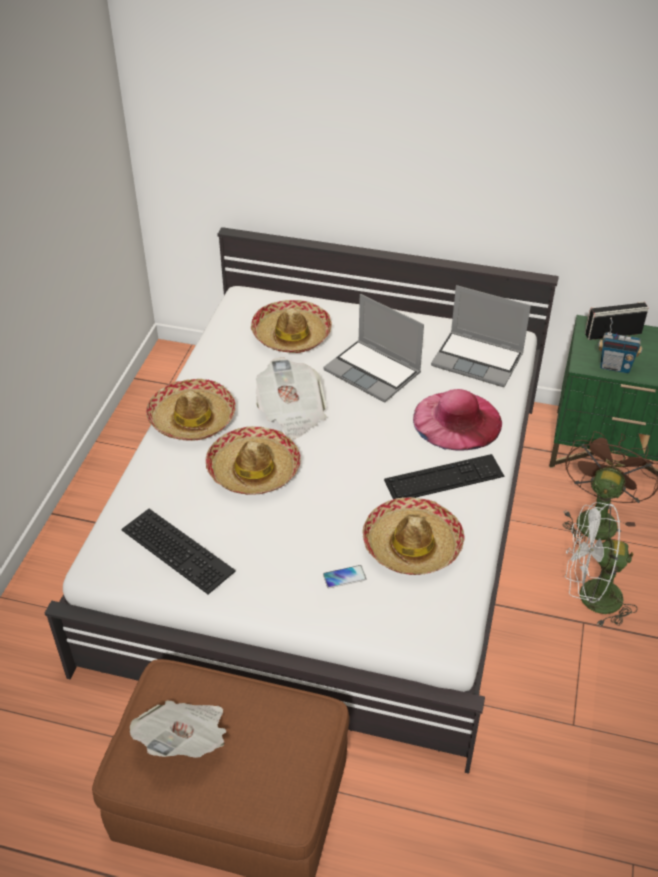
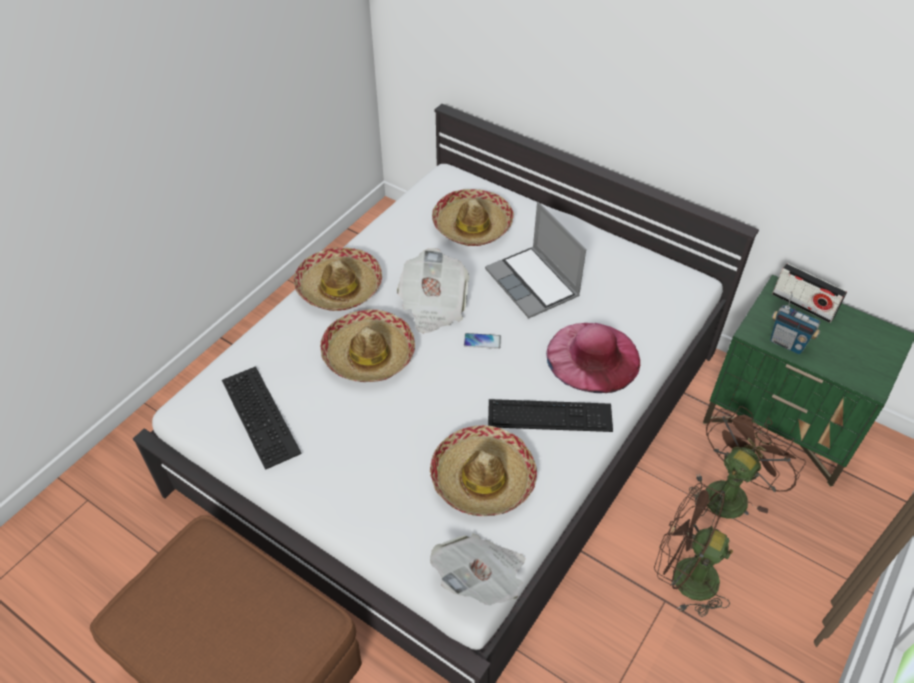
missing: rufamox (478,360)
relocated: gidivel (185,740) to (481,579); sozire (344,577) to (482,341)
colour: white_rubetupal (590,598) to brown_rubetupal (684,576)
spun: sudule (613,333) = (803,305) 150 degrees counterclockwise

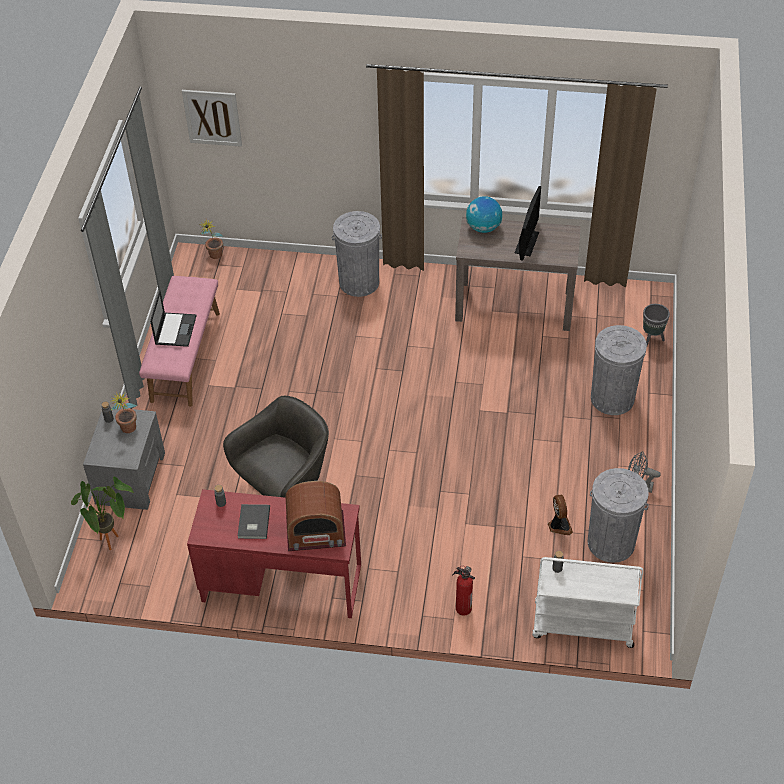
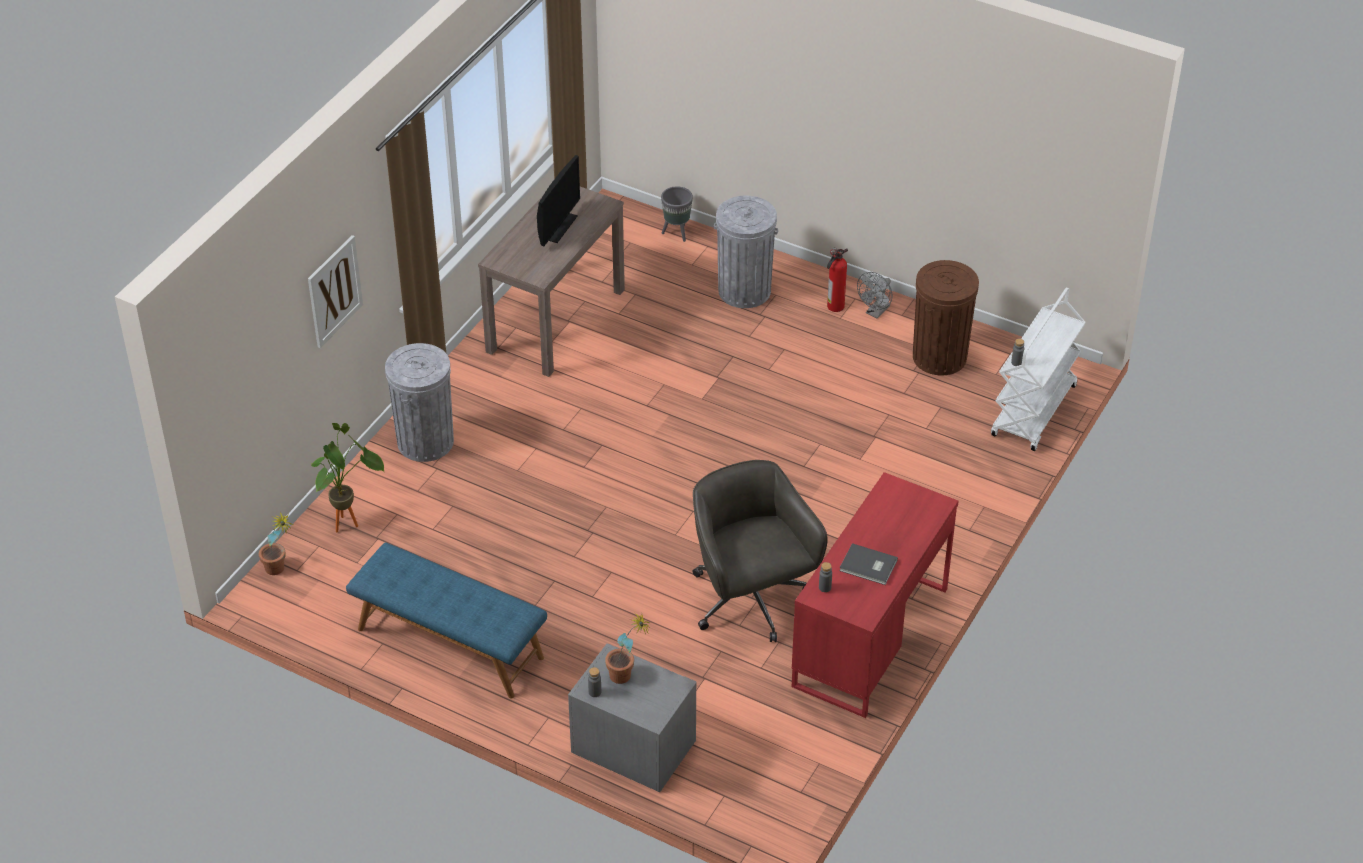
missing: rufamox (175,329); sudule (316,531); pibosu (483,228); rubetupal (559,526)
relocated: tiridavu (212,117) to (334,291); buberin (113,544) to (350,522); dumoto (462,608) to (834,306)
colour: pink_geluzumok (184,356) to blue_geluzumok (449,644); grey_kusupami (611,542) to brown_kusupami (939,357)
spun: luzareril (526,242) = (558,226) 75 degrees clockwise

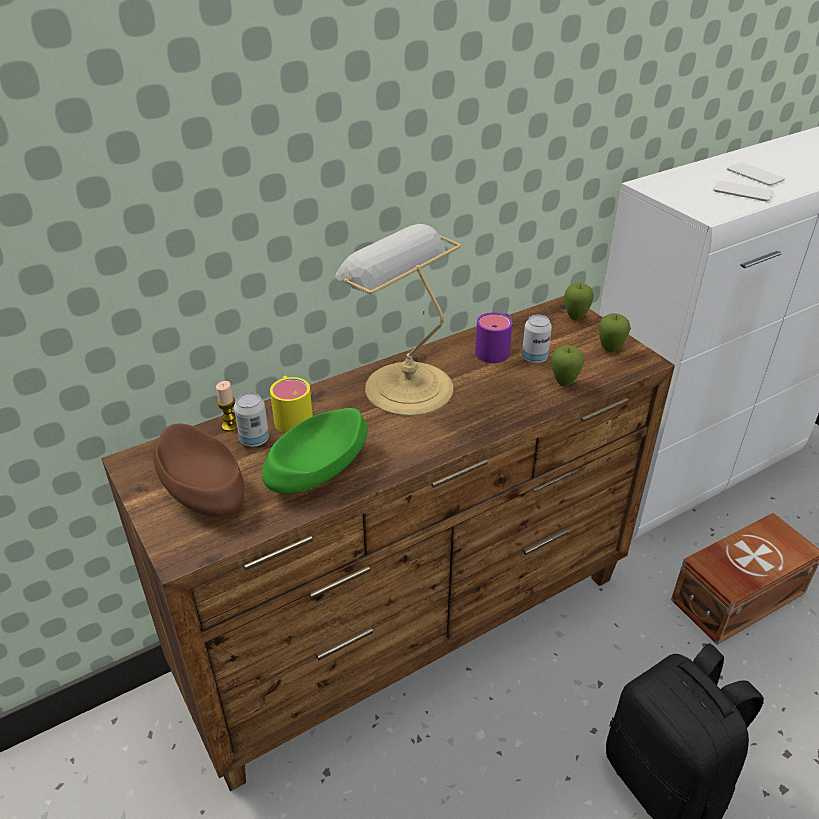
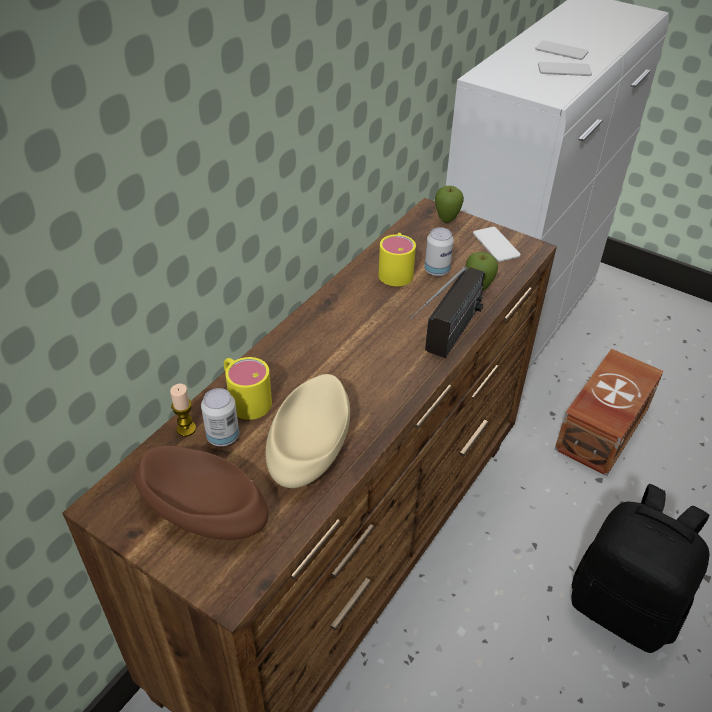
missing: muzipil (404,386)
appeared: sudule (446,343)
exchanged: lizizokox (610,350) to sozire (496,245)
colour: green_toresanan (318,468) to beige_toresanan (309,446); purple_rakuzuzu (496,349) to yellow_rakuzuzu (396,270)

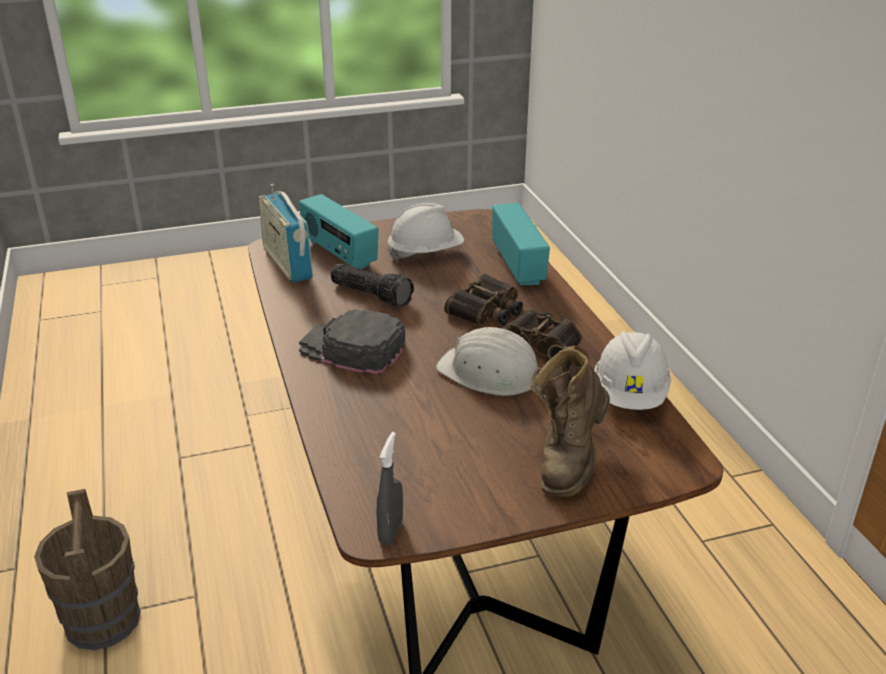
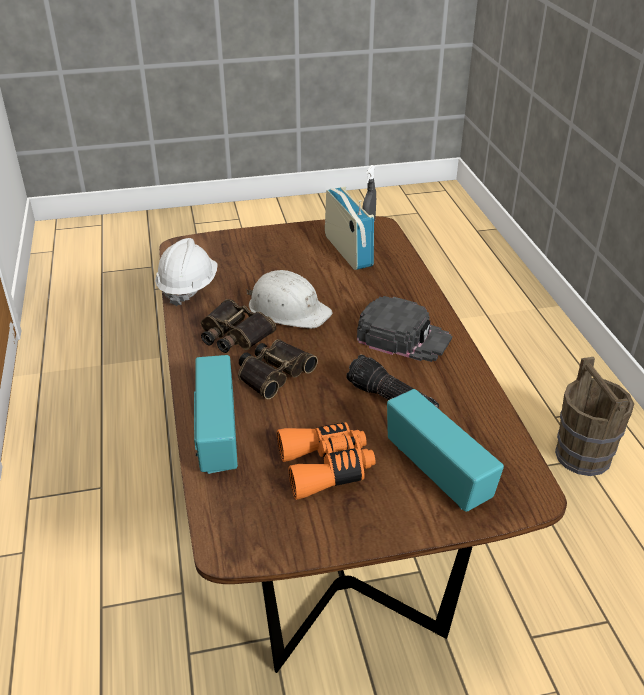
missing: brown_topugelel (569,459)
relocated: sudule (287,264) to (348,251)
exchanged: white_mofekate (425,253) to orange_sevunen (326,467)

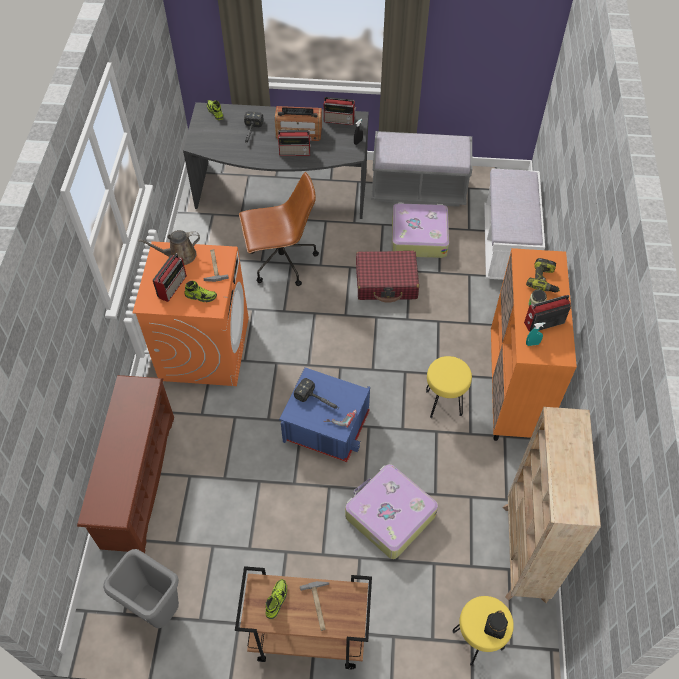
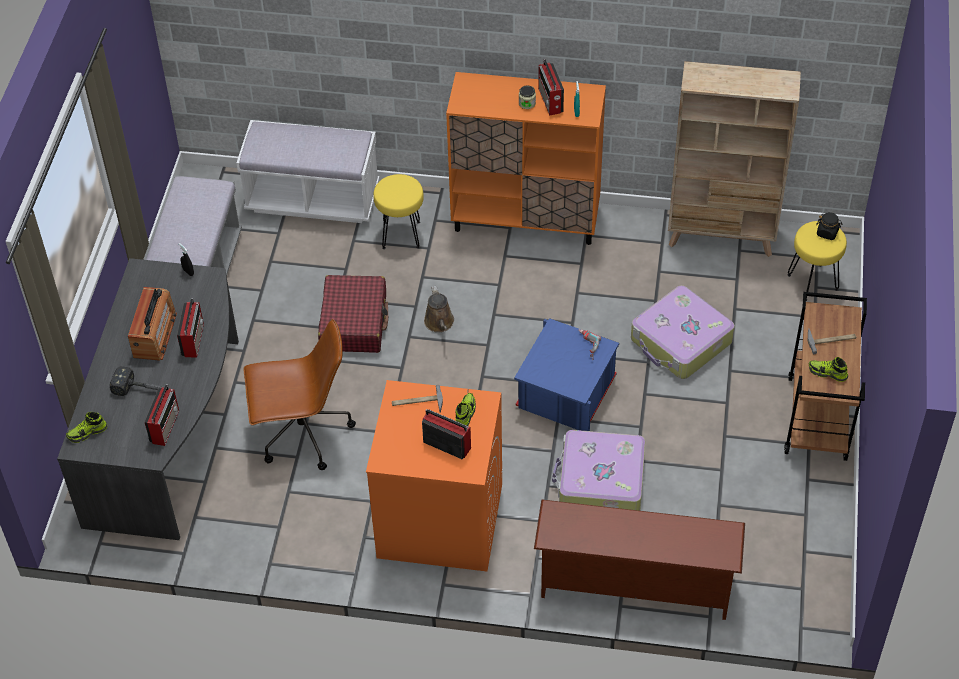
missing: grey_kusupami (157,610); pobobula (318,401); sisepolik (544,280)
relocated: sudule (340,120) to (165,426); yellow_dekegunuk (443,403) to (401,235); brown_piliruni (179,255) to (439,323); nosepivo (418,236) to (600,482)
spun: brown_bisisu (281,262) = (302,434) 90 degrees clockwise

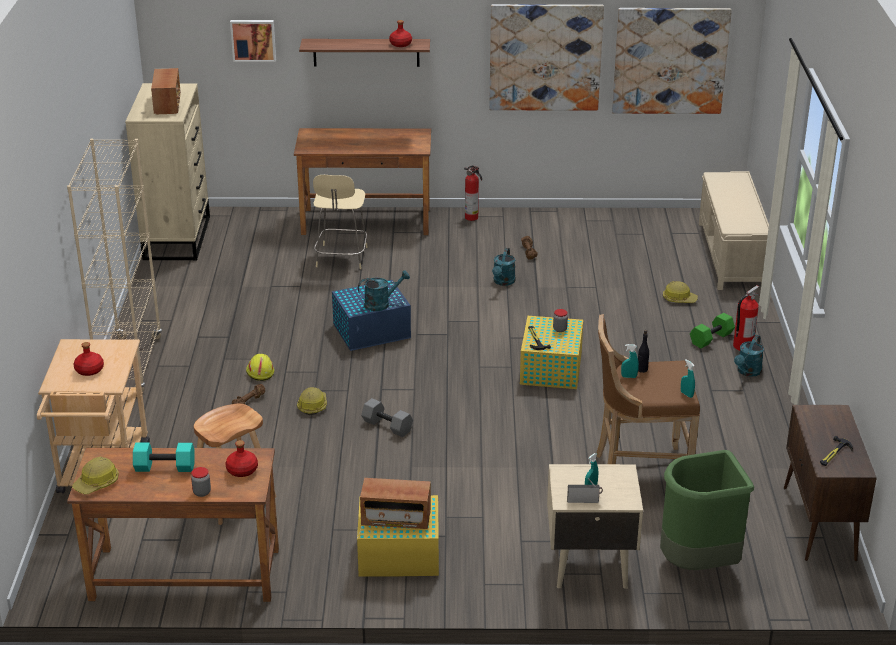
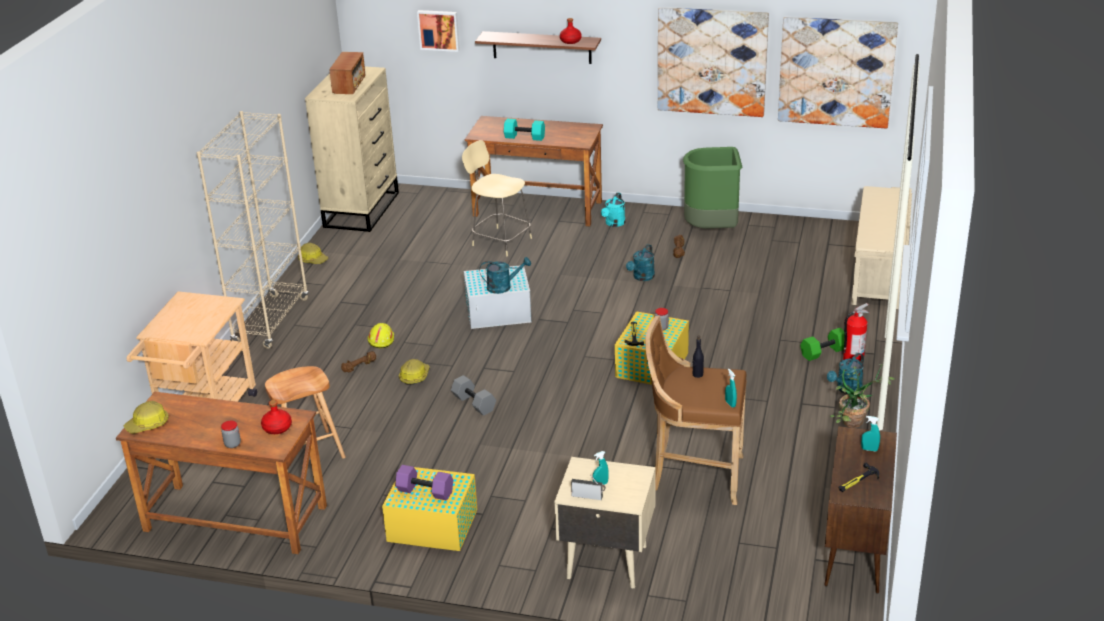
missing: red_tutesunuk (89,370); dumoto (472,218)
appeared: turquoise_piliruni (614,224); buberin (854,425)
relocated: mofekate (679,299) to (313,259); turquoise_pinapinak (164,468) to (524,137); green_kusupami (699,564) to (712,229); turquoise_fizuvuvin (629,377) to (869,449)
exchanged: sudule (396,518) to purple_pinapinak (426,491)
colour: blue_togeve (373,331) to white_togeve (499,312)
spun: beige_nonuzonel (341,258) = (500,241) 105 degrees clockwise

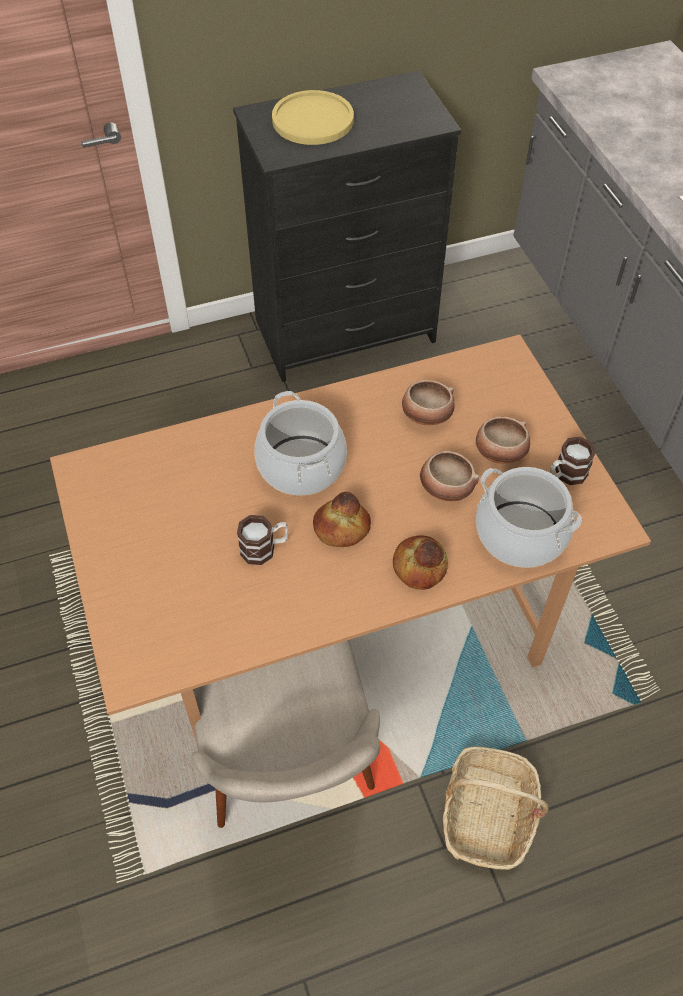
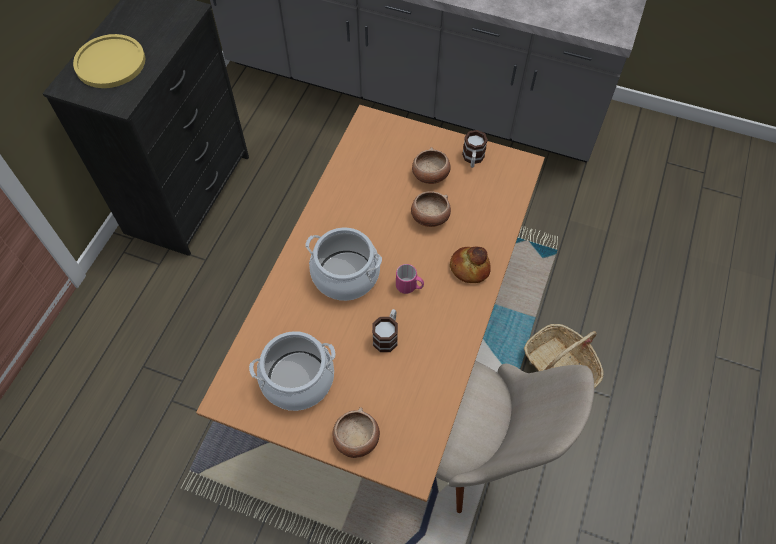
relocated: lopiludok (520,534) to (298,379); toresanan (426,415) to (356,439)
exchanged: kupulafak (341,528) to pink_rakuzuzu (409,287)

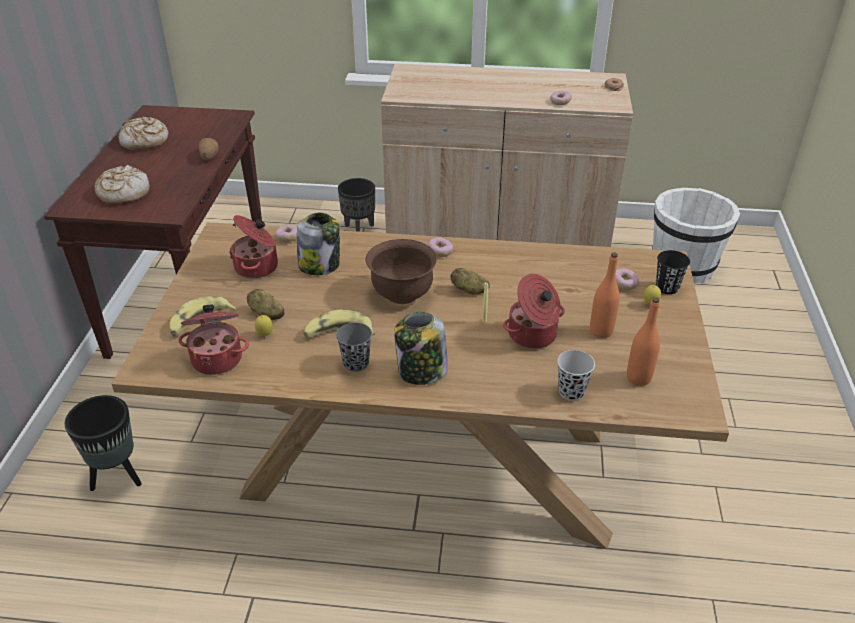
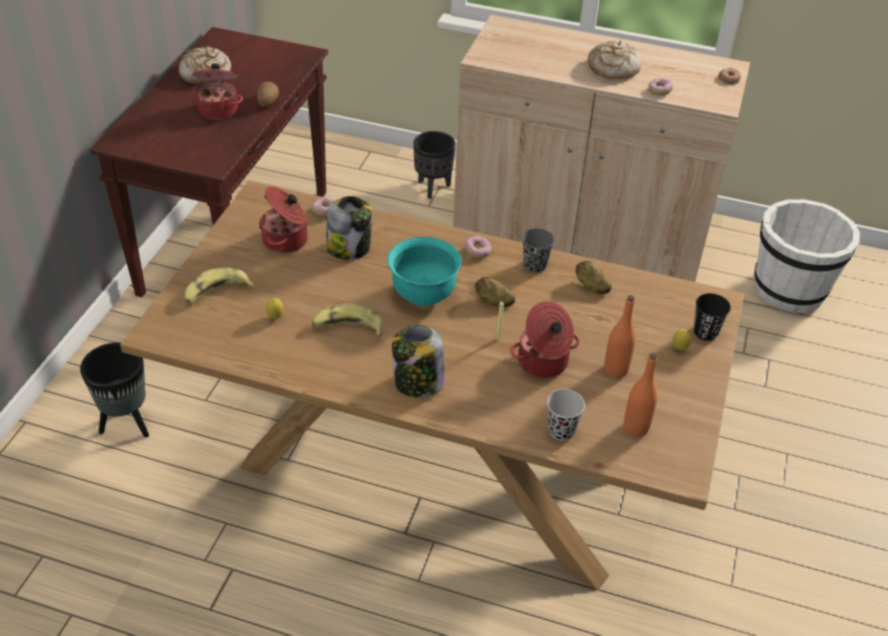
missing: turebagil (624,284)
relocated: lopiludok (217,358) to (219,109); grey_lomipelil (356,363) to (535,265); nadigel (266,314) to (591,286); kupulafak (123,193) to (612,68)
colour: brown_toresanan (402,294) to turquoise_toresanan (424,294)

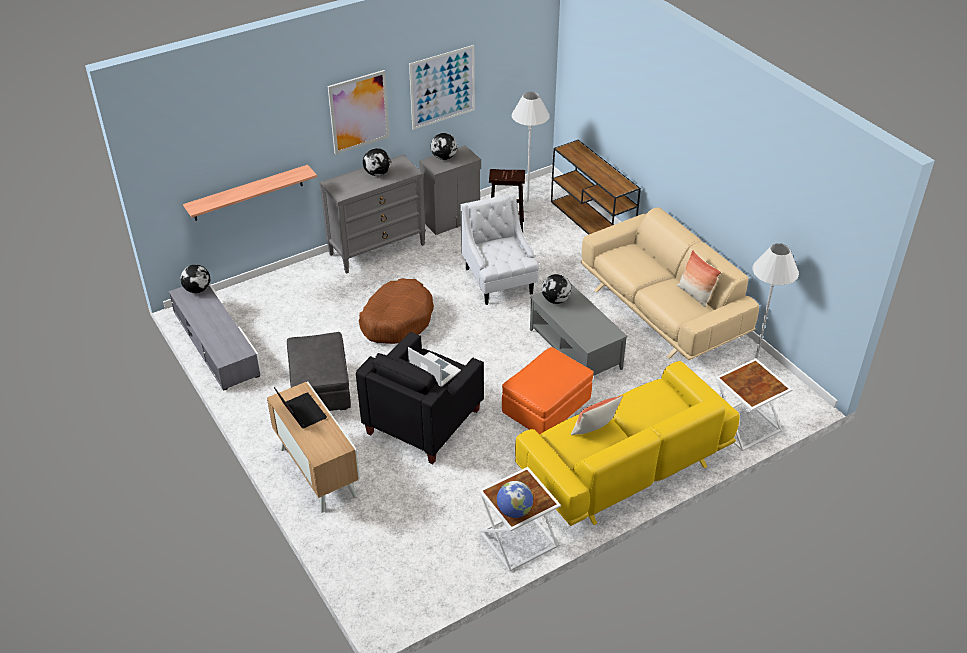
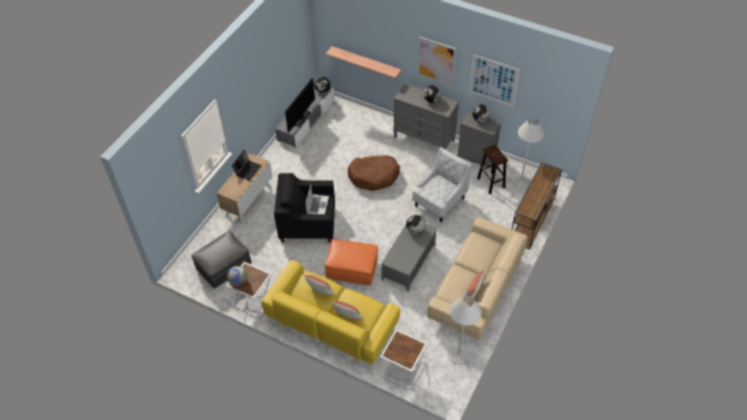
appeared: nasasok (301,118); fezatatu (347,316)
relocated: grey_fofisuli (320,389) to (224,267)

